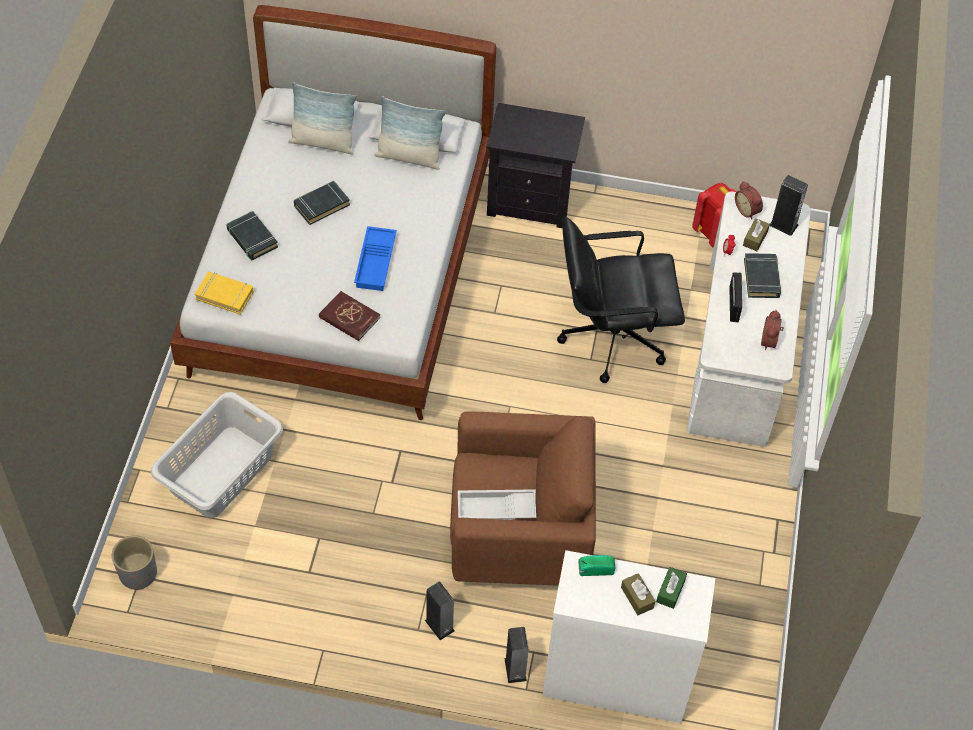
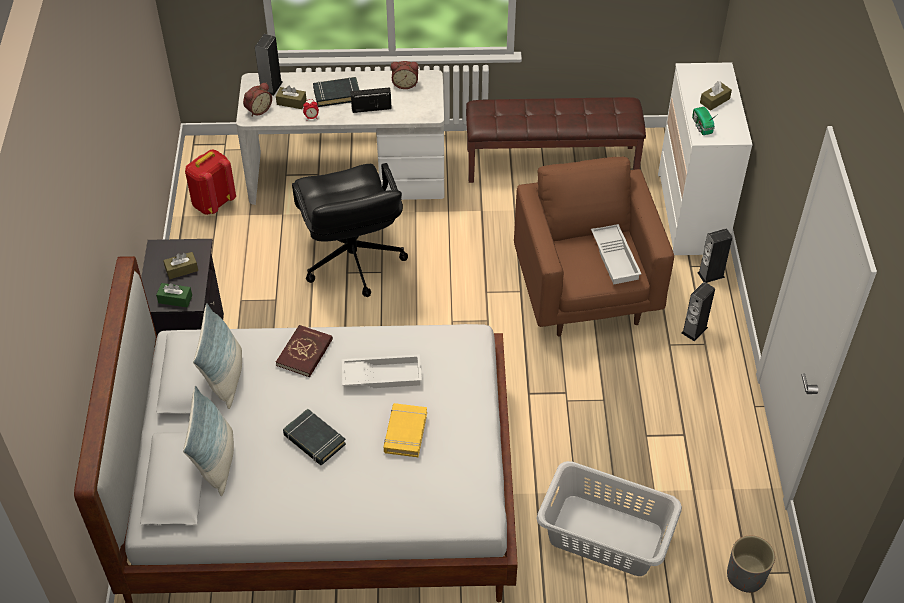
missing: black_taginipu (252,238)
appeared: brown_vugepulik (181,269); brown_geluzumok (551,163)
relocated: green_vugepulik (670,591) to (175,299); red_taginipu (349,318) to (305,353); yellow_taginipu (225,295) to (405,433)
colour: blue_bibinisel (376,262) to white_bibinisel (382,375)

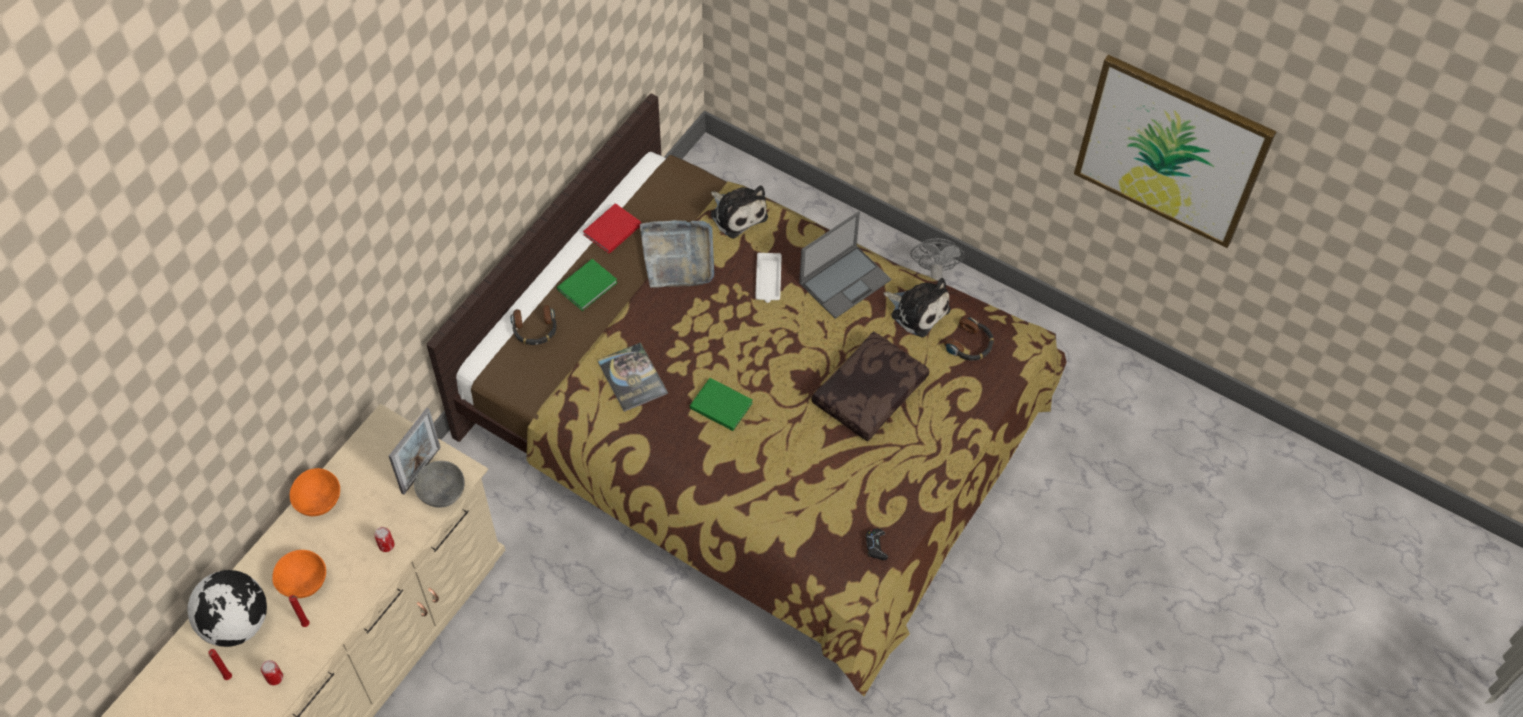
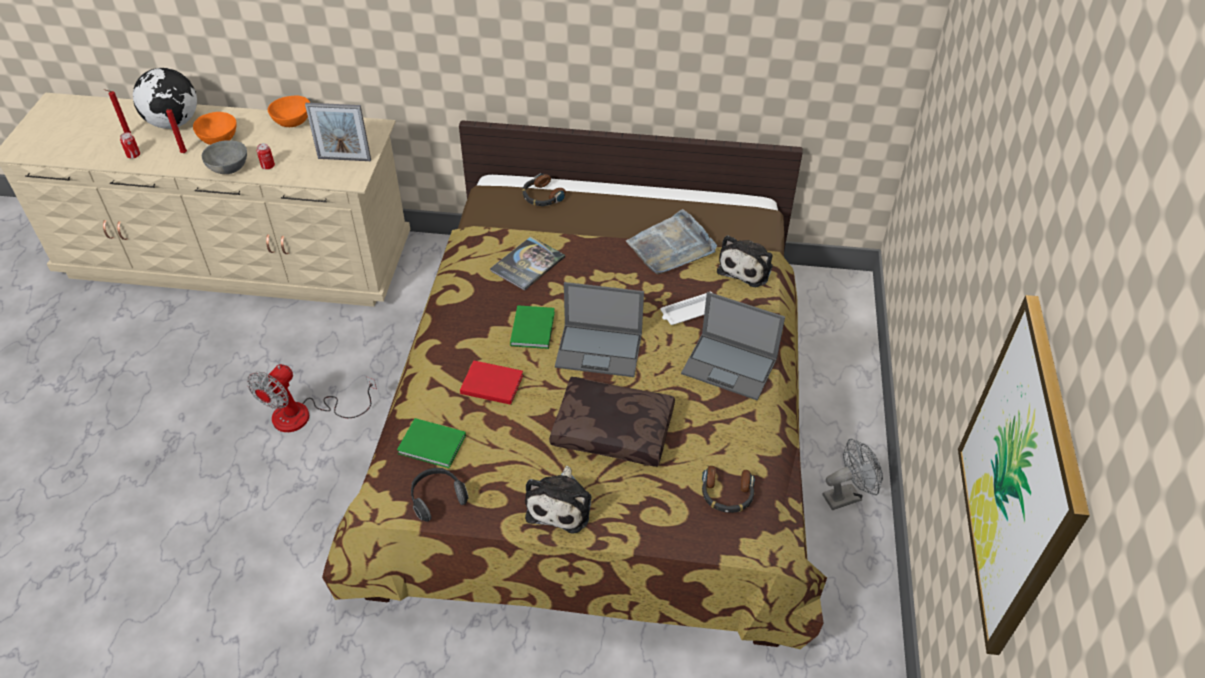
appeared: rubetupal (305,415); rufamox (600,350)
relocated: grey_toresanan (442,494) to (228,169); green_taginipu (589,286) to (433,446); red_taginipu (610,230) to (491,383); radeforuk (917,310) to (561,504)
exchanged: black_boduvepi (876,546) to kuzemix (437,498)

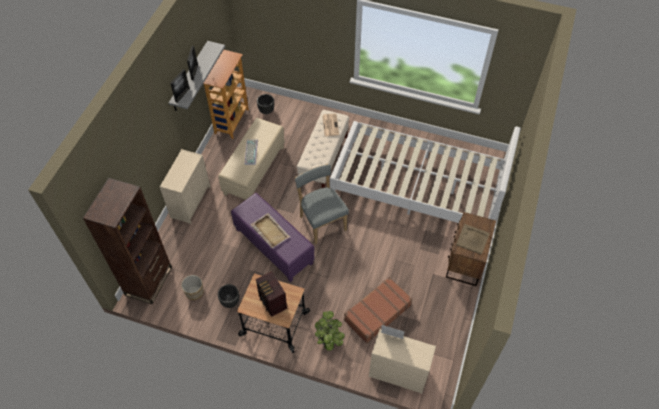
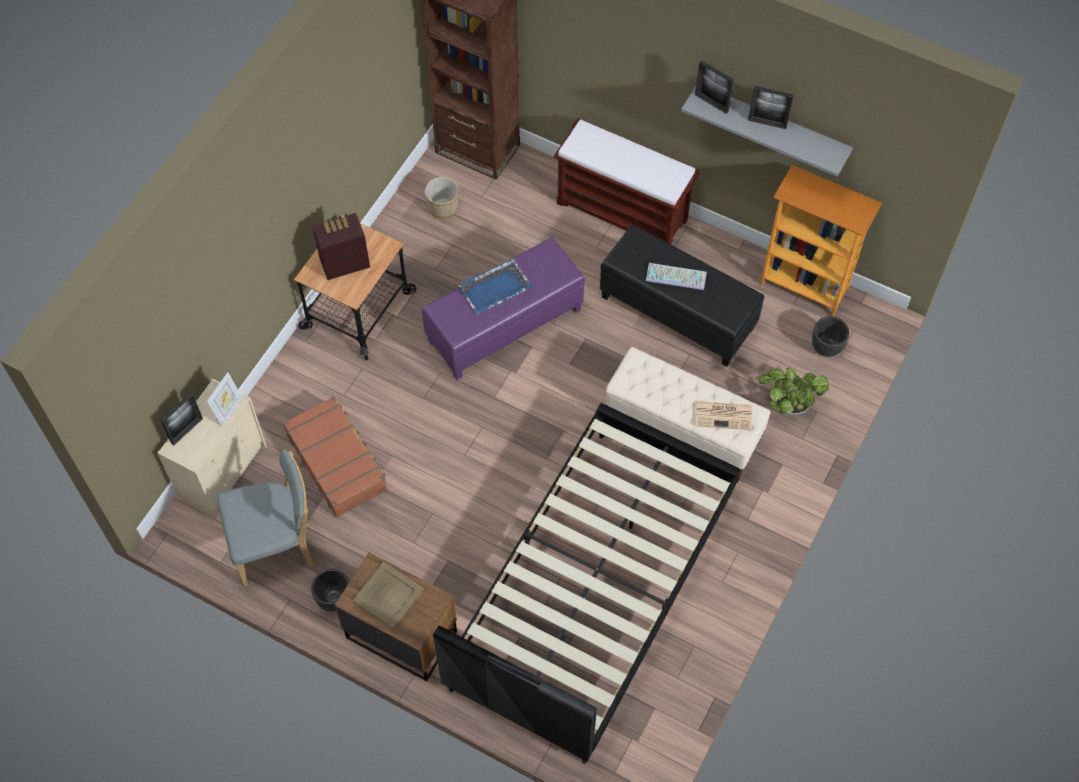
appeared: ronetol (187,431)
relocated: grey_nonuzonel (321,222) to (276,545); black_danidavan (230,302) to (334,599); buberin (329,340) to (788,404)
exchanged: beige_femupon (190,201) to brown_geluzumok (623,211)
colour: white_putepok (417,186) to black_putepok (592,589); beige_bibinisel (270,231) to blue_bibinisel (495,287); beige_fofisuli (254,170) to black_fofisuli (678,312)

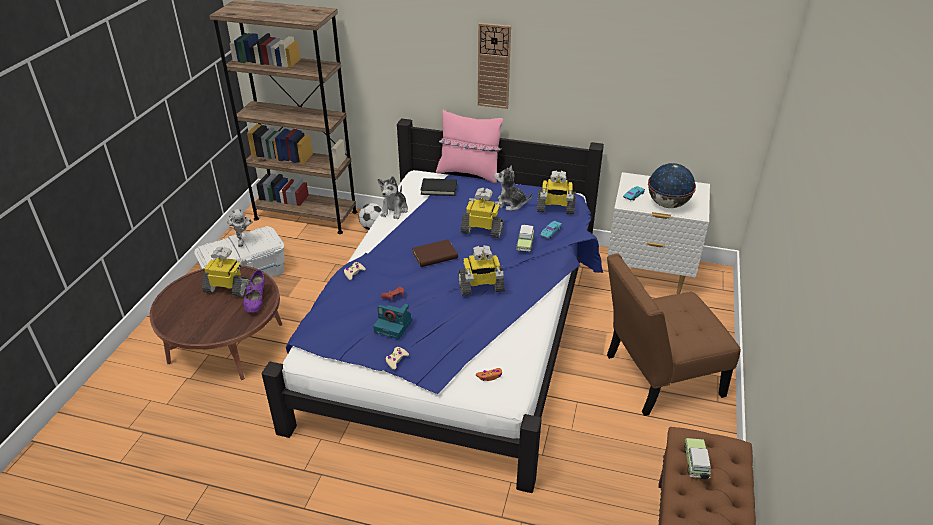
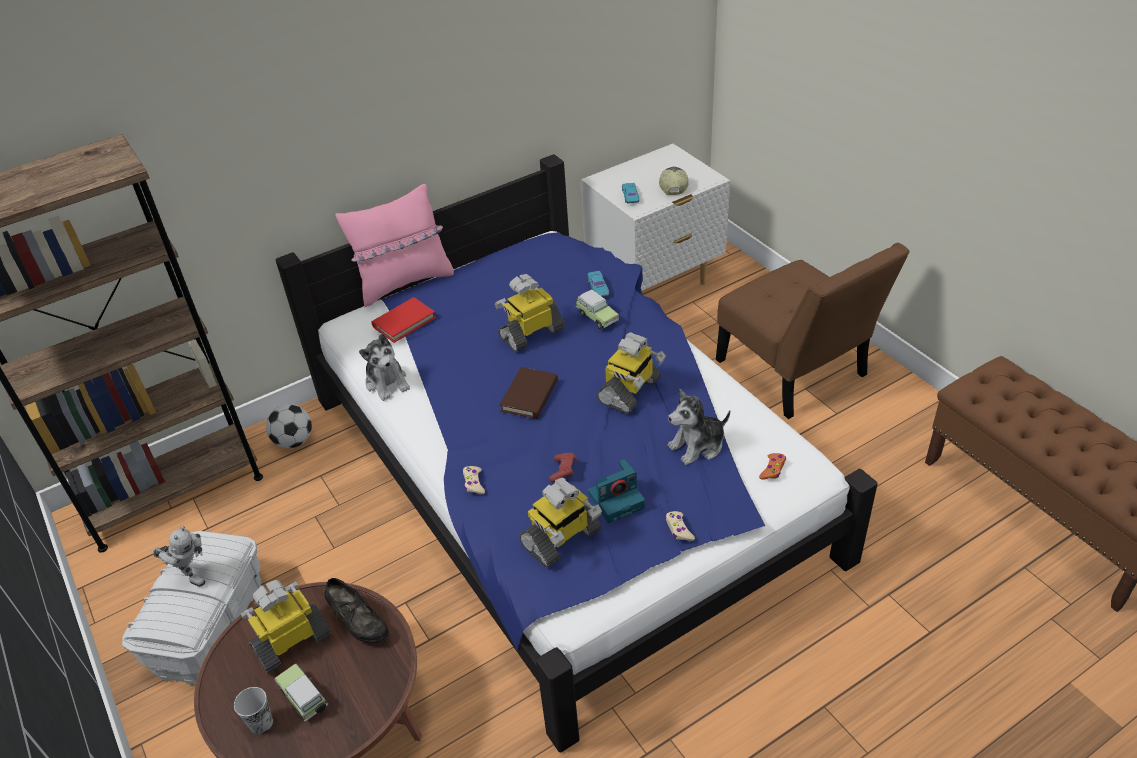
missing: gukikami (494,66)
appeared: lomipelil (261,723)
relocated: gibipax (695,464) to (304,699); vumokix (555,208) to (561,539); radeforuk (510,204) to (697,446)
exchanged: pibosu (667,204) to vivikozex (672,186)
colour: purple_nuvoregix (256,301) to black_nuvoregix (359,624); black_taginipu (439,189) to red_taginipu (404,322)
spun: brown_nonuzonel (657,377) = (796,373) 60 degrees counterclockwise

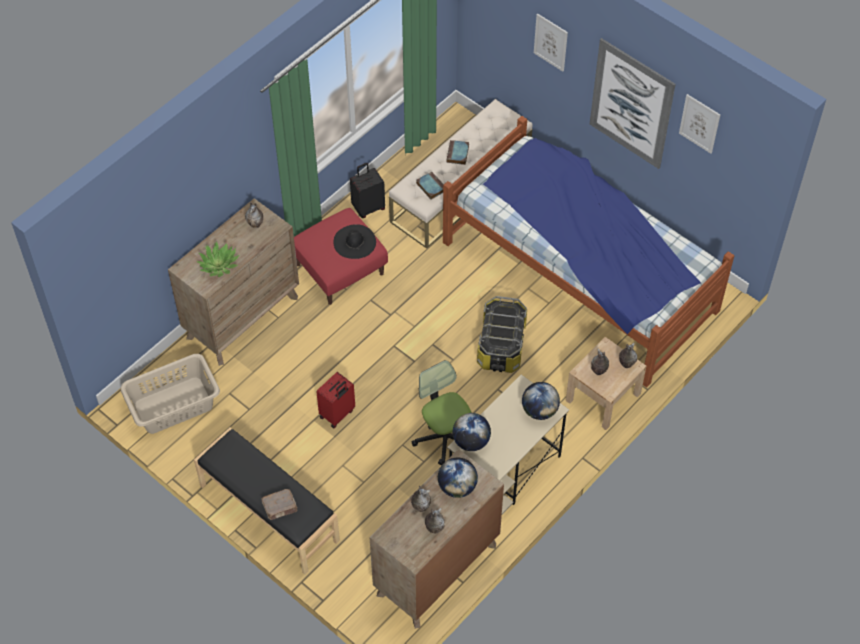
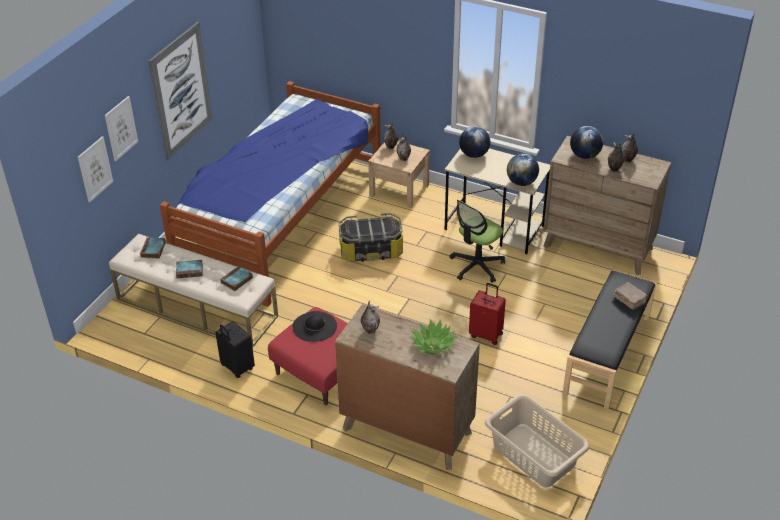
appeared: taginipu (153,250)
relocated: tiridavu (699,123) to (95,169)

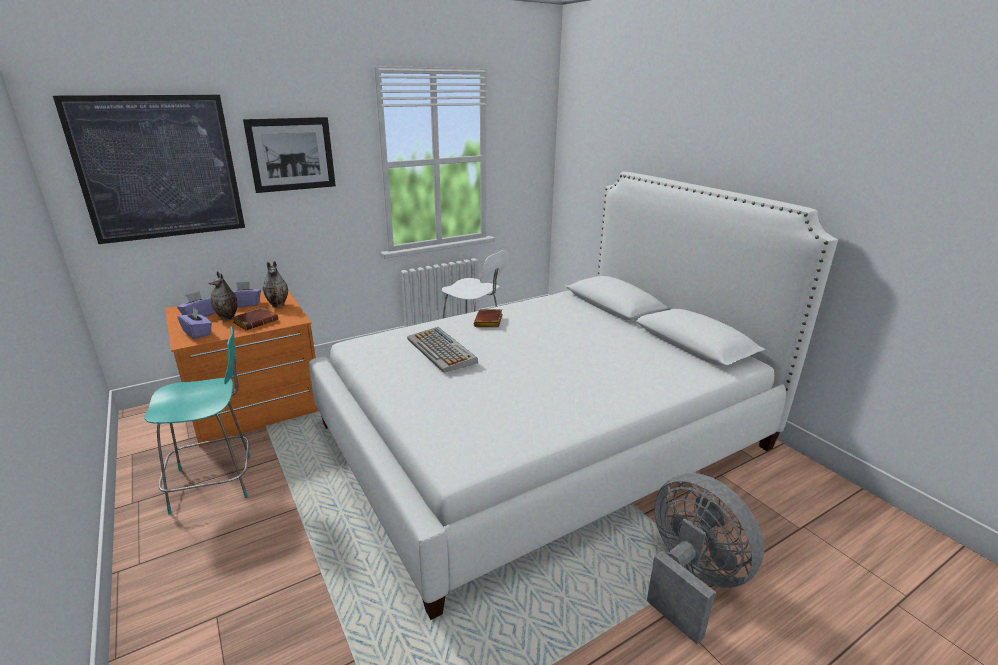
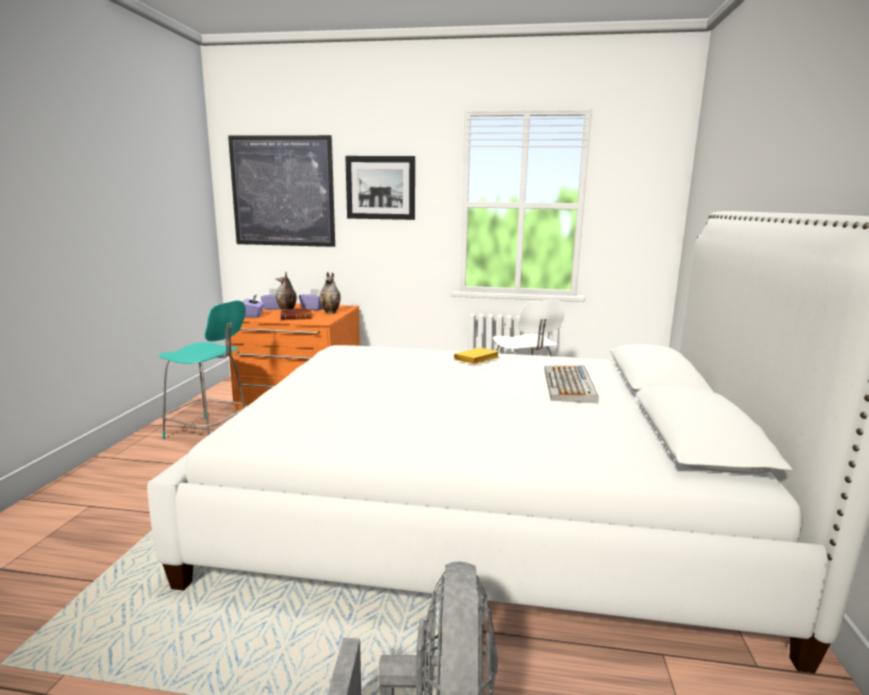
relocated: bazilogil (442,351) to (569,385)
colour: brown_taginipu (489,322) to yellow_taginipu (476,360)

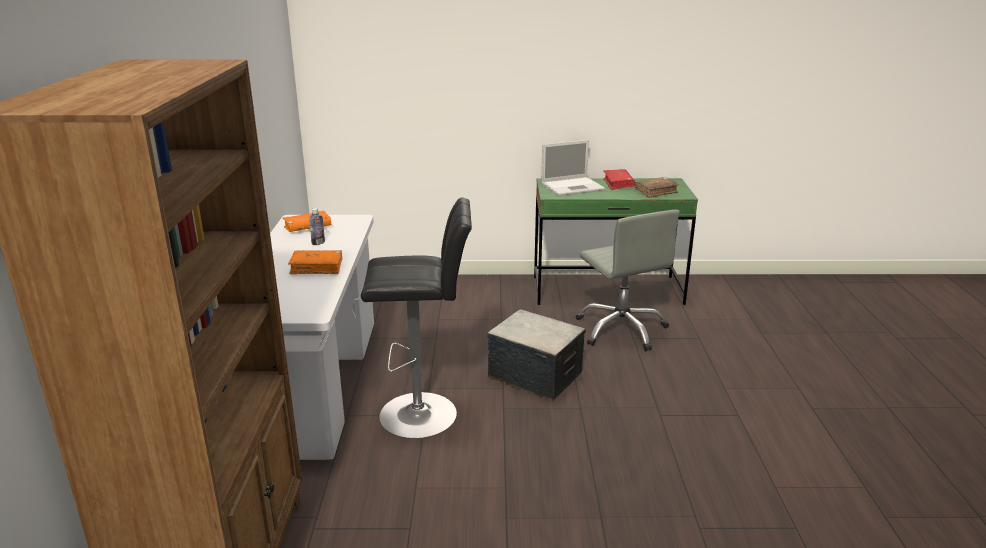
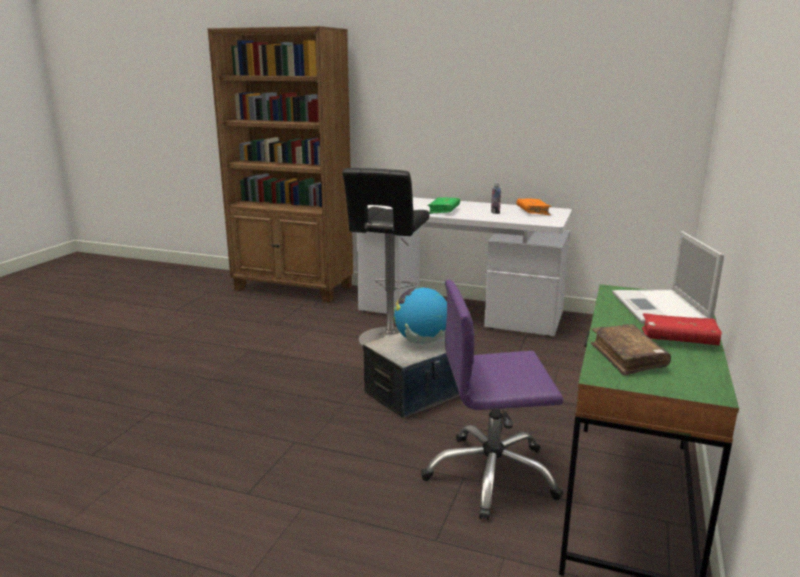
appeared: pibosu (421,341)
colour: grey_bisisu (621,329) to purple_bisisu (491,476); orange_taginipu (317,268) to green_taginipu (443,211)

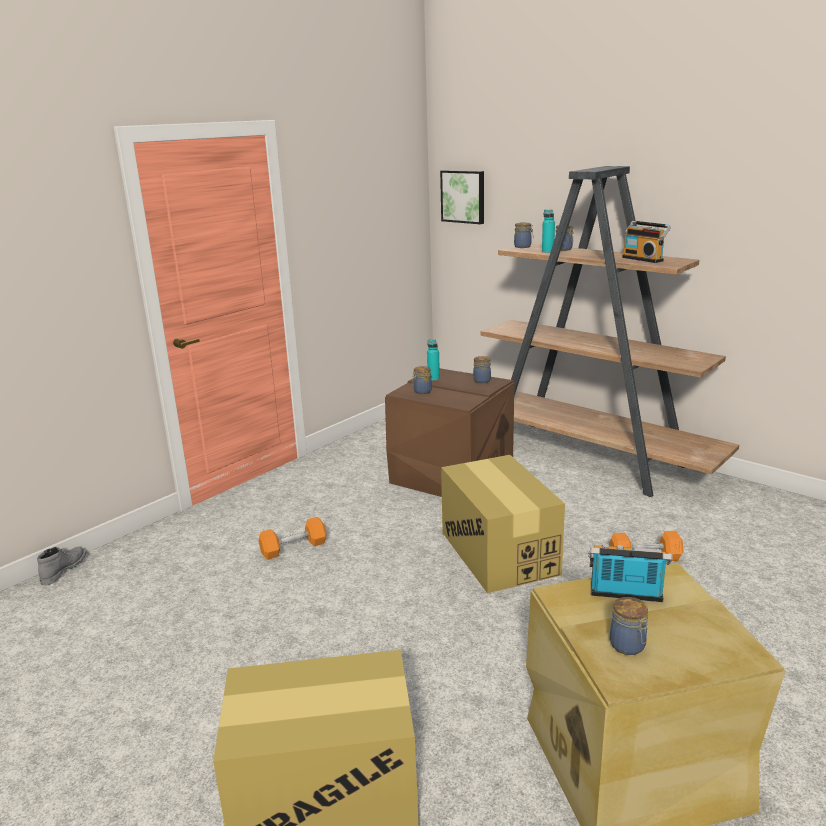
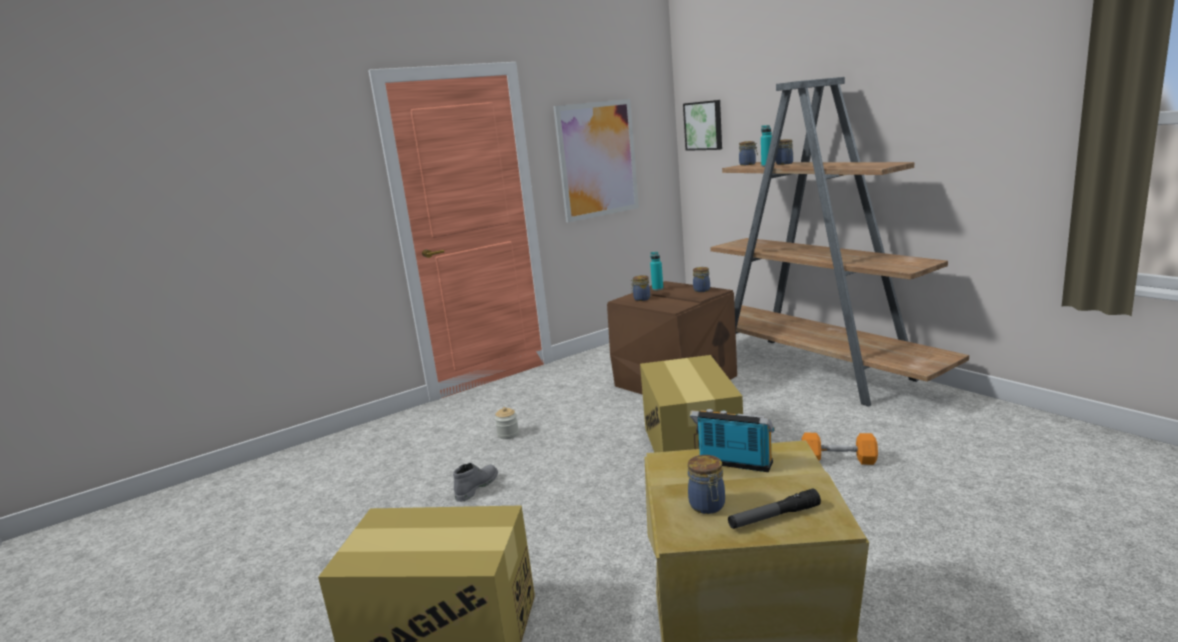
missing: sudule (644,259)
appeared: tiridavu (597,159); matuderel (774,517)
relocated: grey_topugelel (63,569) to (476,487)
exchanged: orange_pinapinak (293,548) to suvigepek (508,434)

